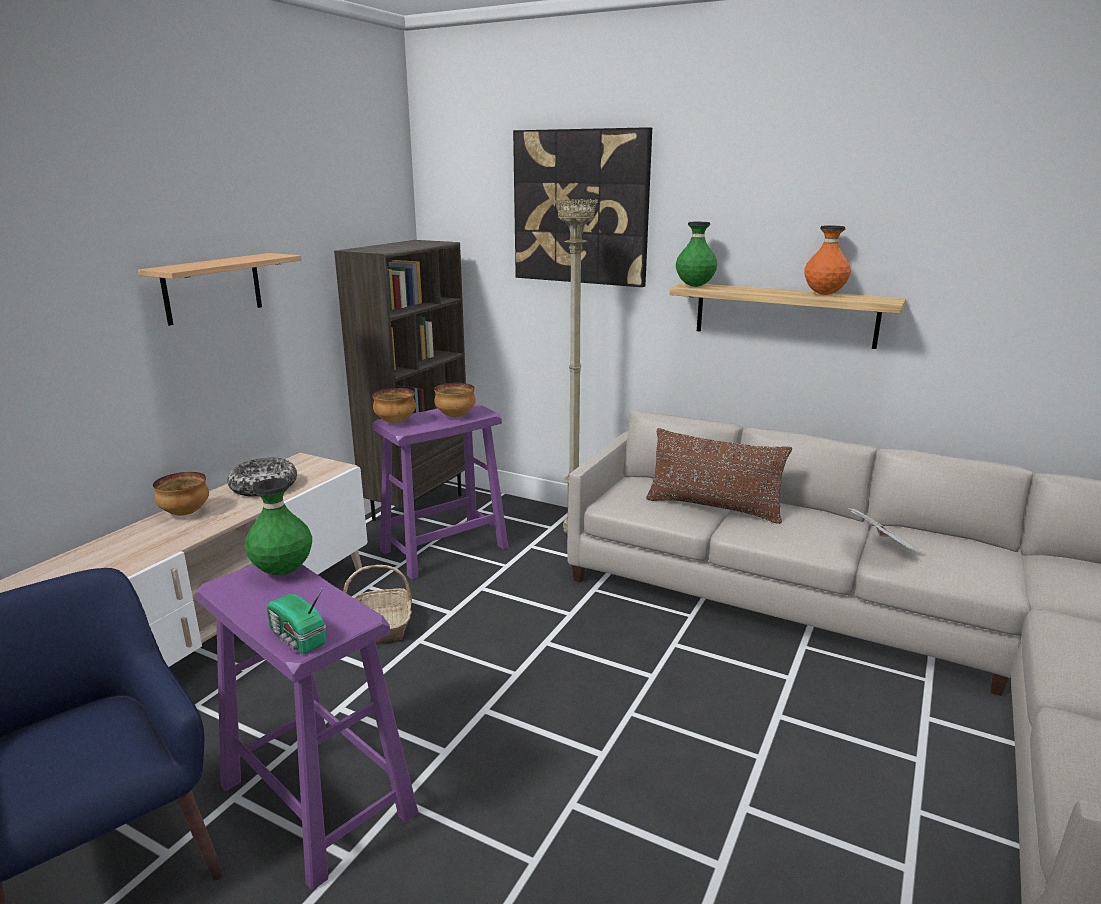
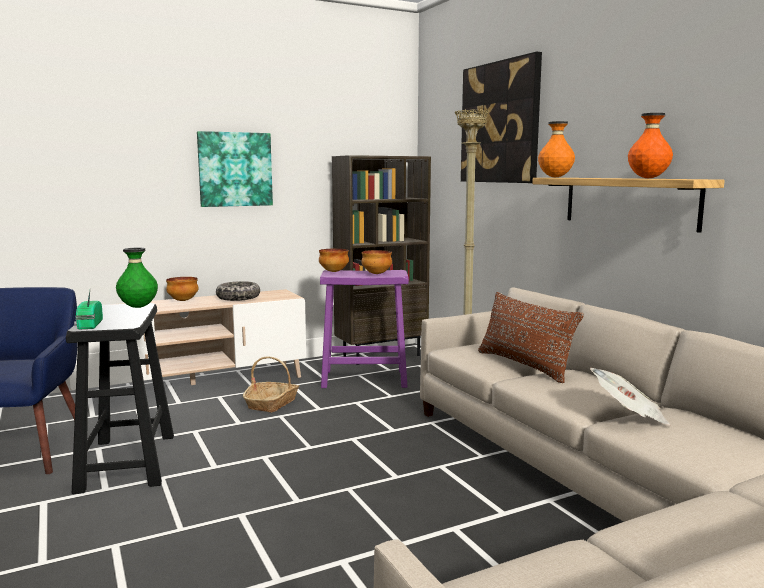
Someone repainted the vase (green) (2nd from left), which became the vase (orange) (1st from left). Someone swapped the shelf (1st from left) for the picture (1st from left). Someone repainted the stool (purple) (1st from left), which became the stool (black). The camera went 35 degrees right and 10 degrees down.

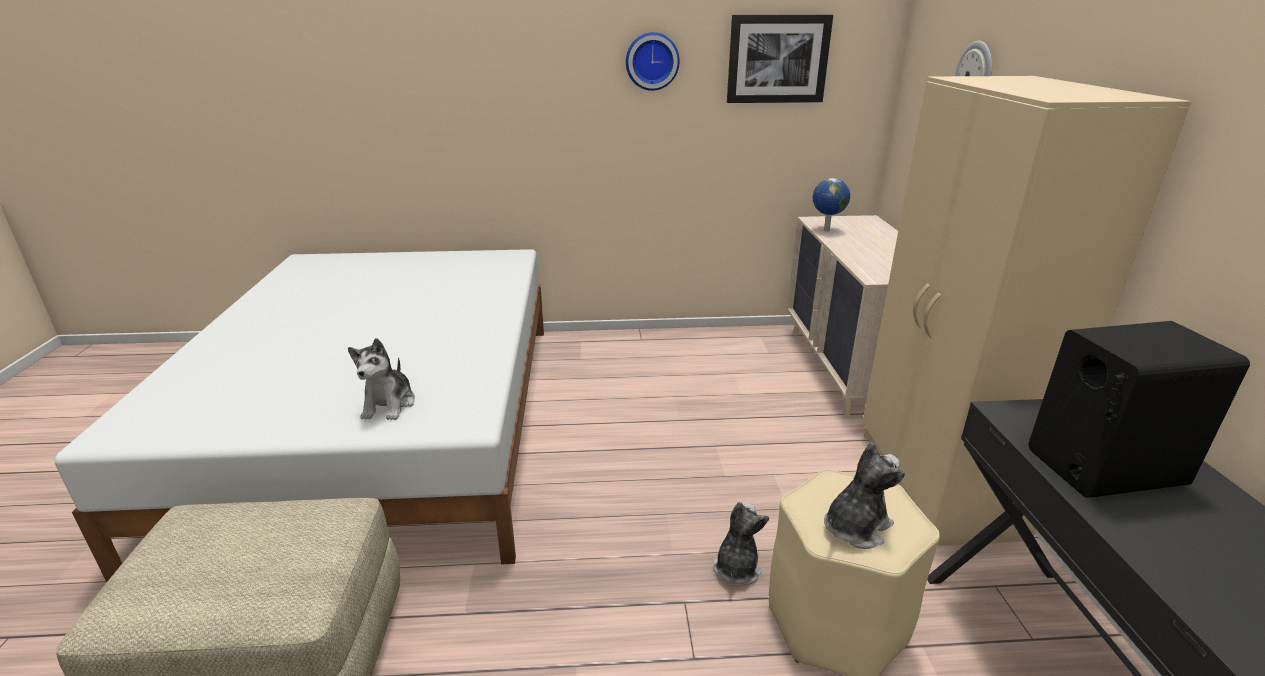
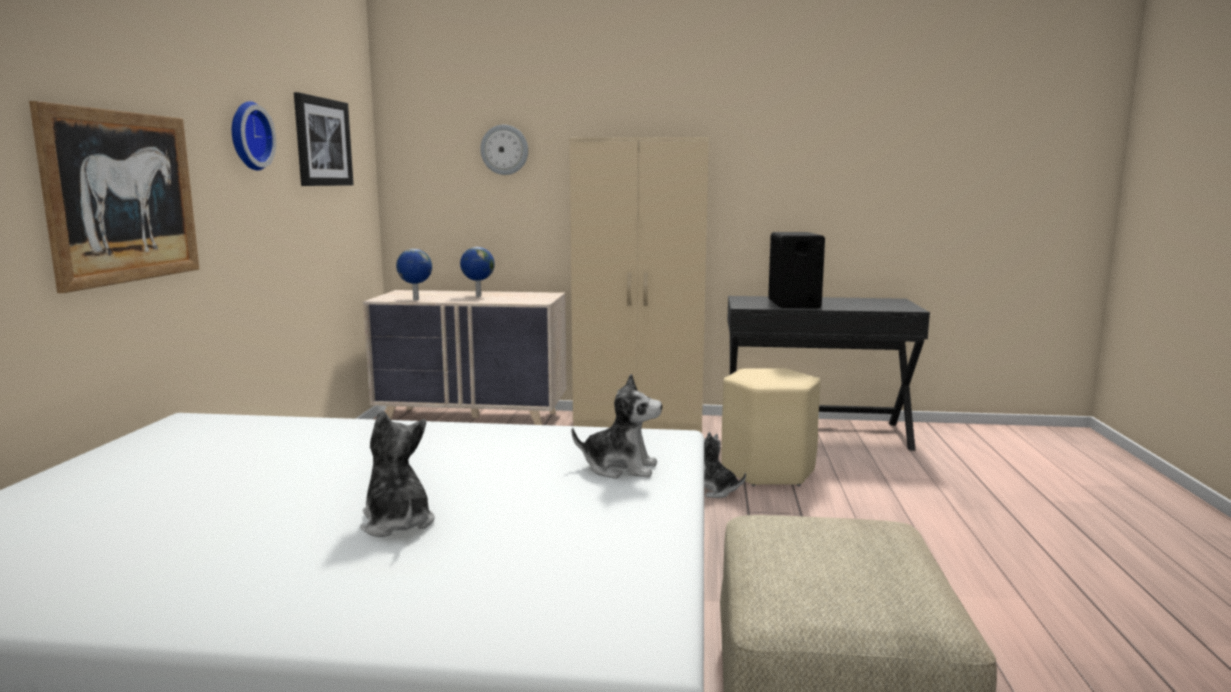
Someone carried the plush toy (3rd from left in the first image). Someone put up the picture (1st from left). Someone put down the globe (2nd from left). The camera went 80 degrees left and 15 degrees down.

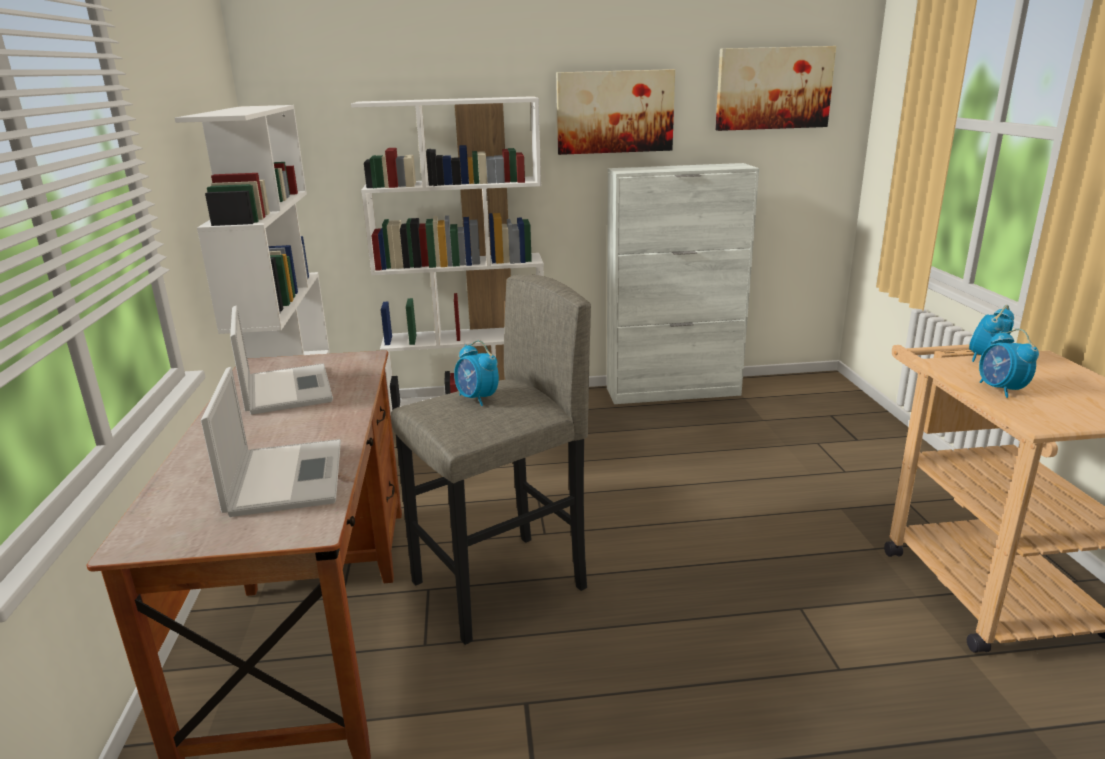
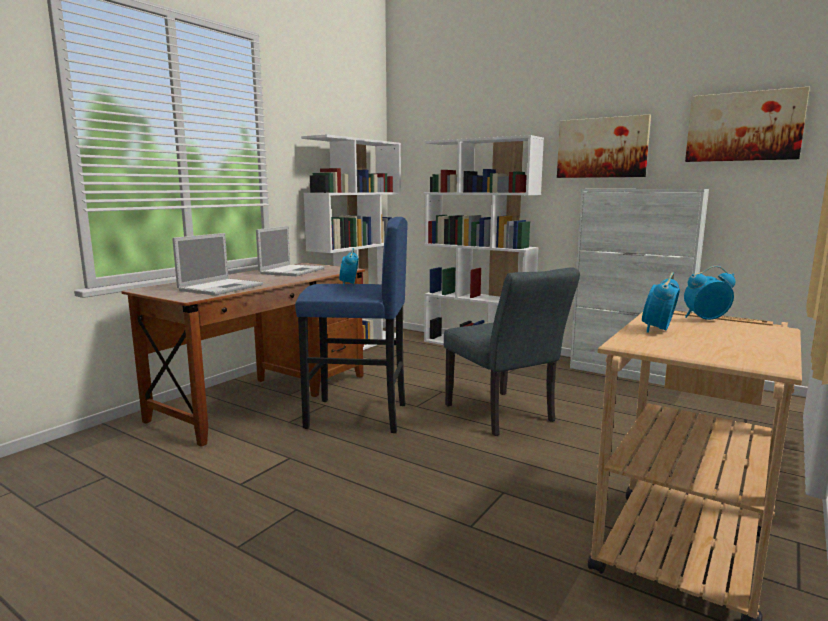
Someone repainted the stool (grey), which became the stool (blue). Someone put down the chair (grey). The camera went 40 degrees right and 10 degrees down.

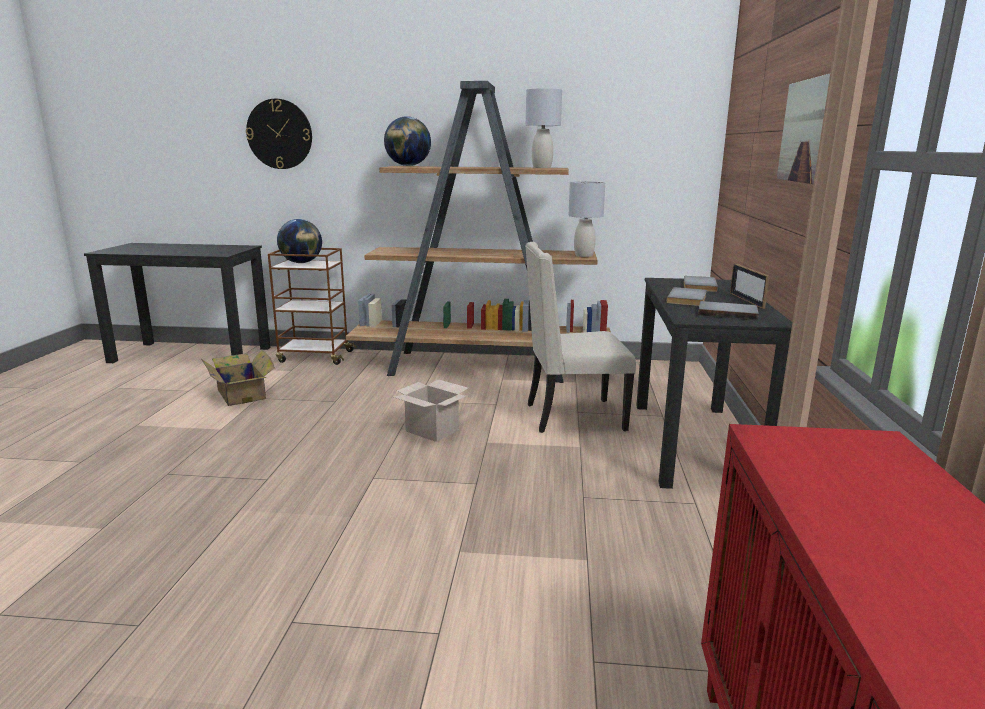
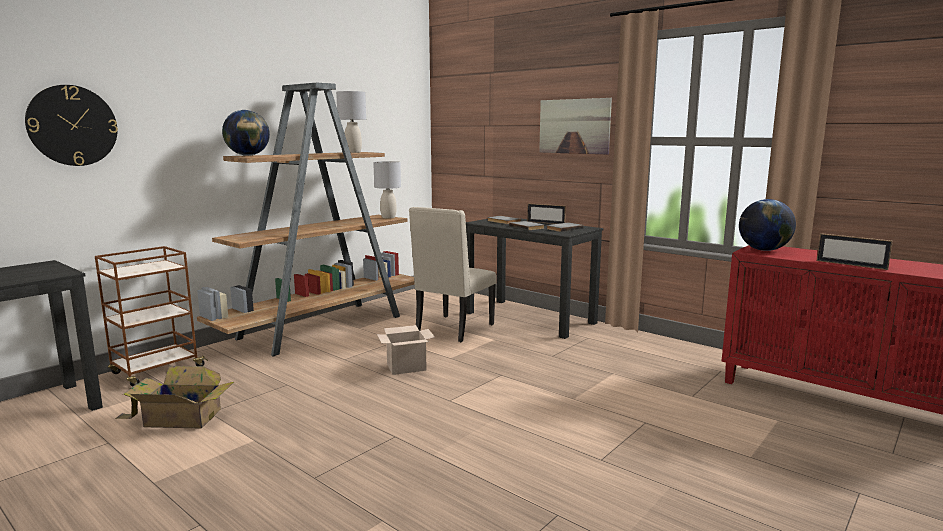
Someone carried the globe (1st from left in the first image). Someone put down the picture frame (2nd from left). The camera went 55 degrees left and 5 degrees down.

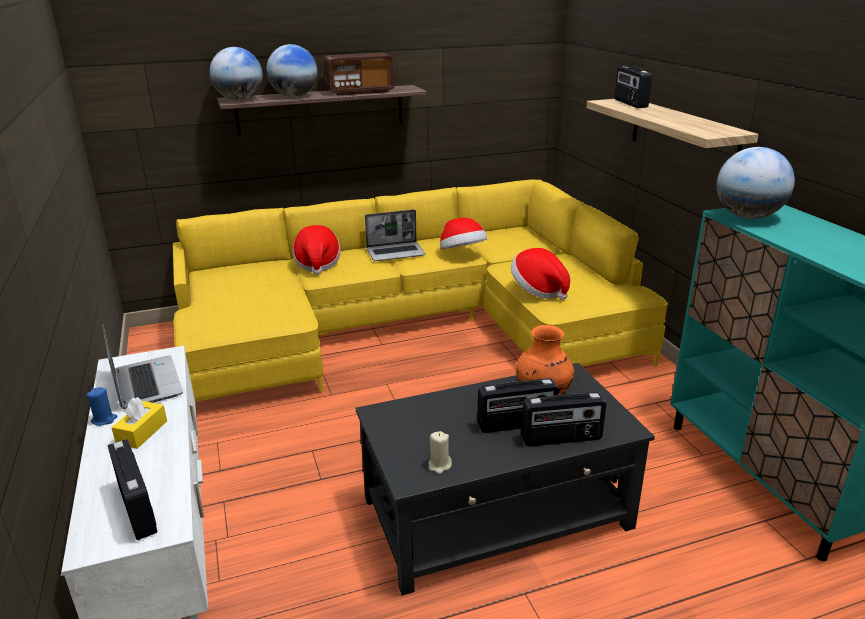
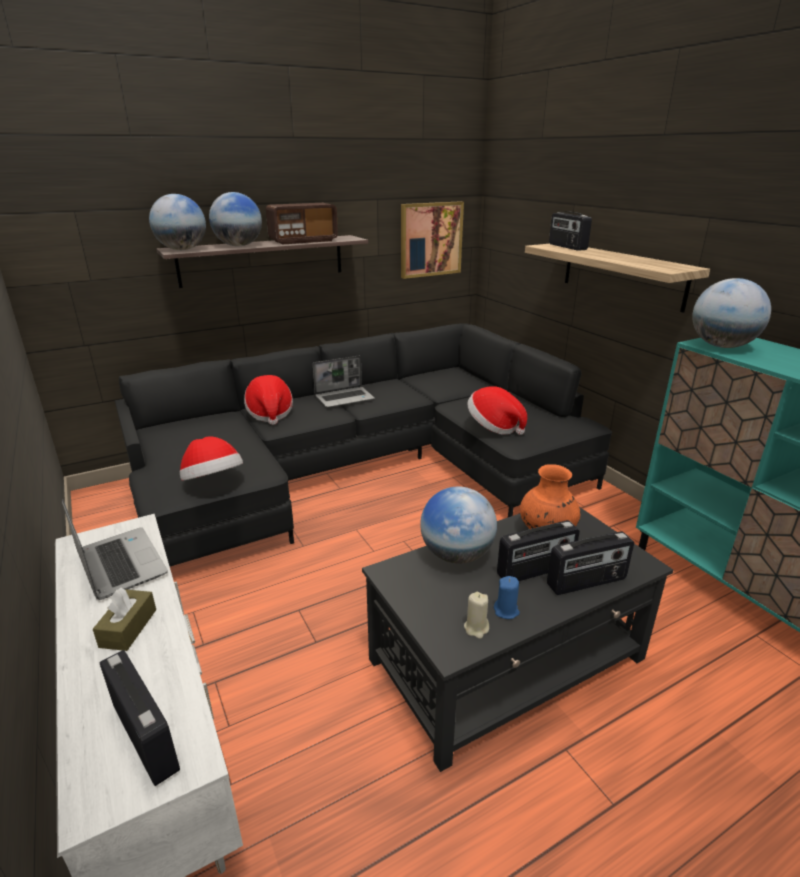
Someone repainted the sofa (yellow), which became the sofa (black). Someone carried the hat (2nd from left in the first image). Someone carried the candle (blue). Someone repainted the tissue box (yellow), which became the tissue box (brown). Someone put up the picture. Someone put down the globe (3rd from left). The camera went 10 degrees left and 0 degrees up.

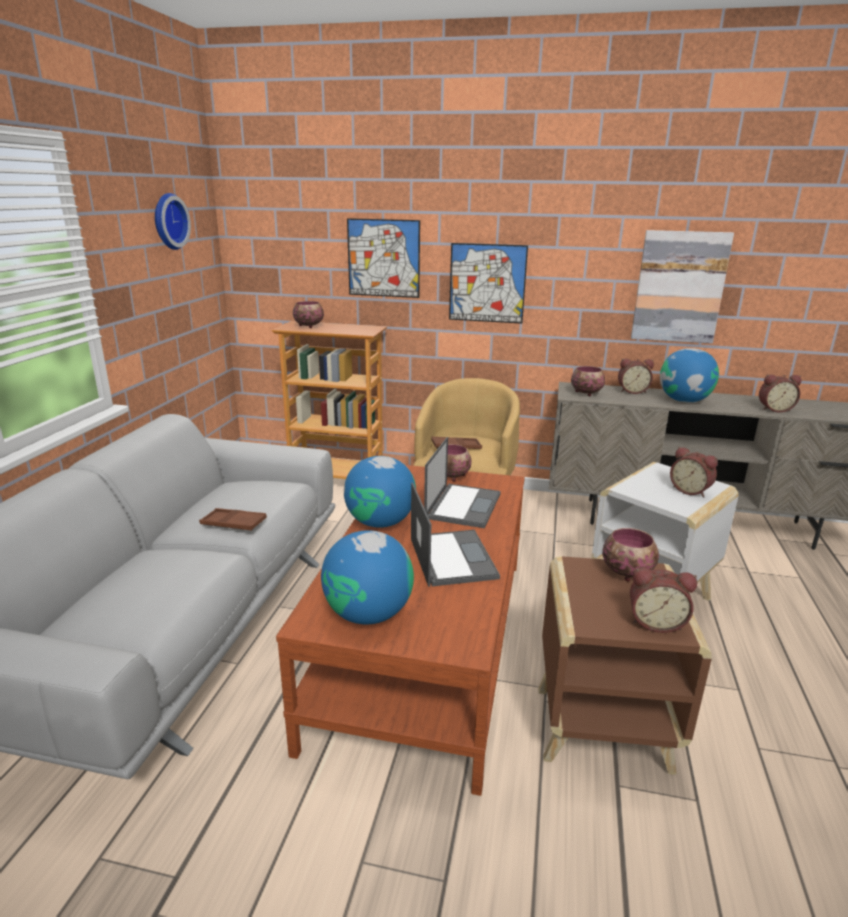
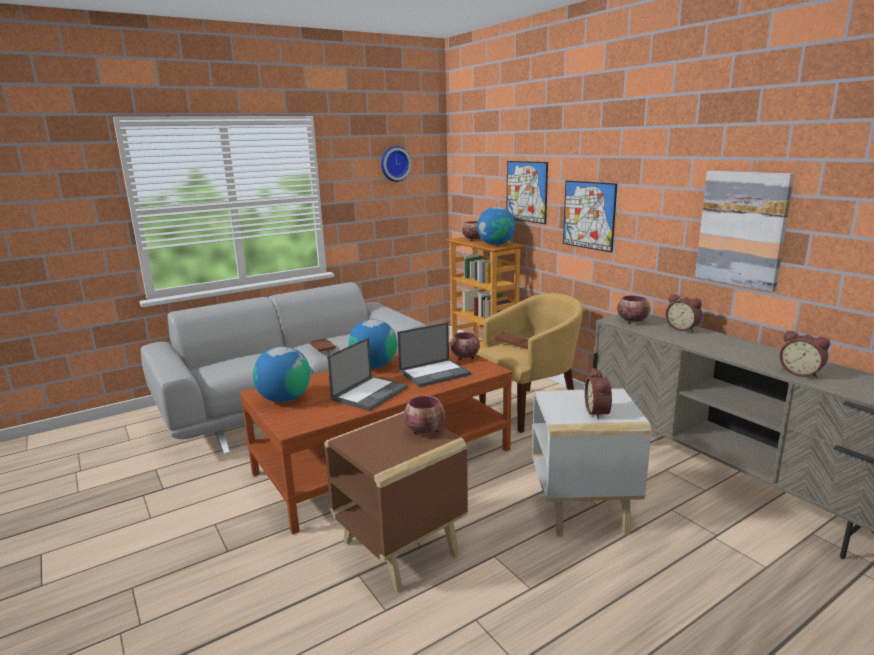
Someone carried the globe (3rd from left). Someone took away the alarm clock (2nd from left). The camera went 45 degrees right and 5 degrees down.

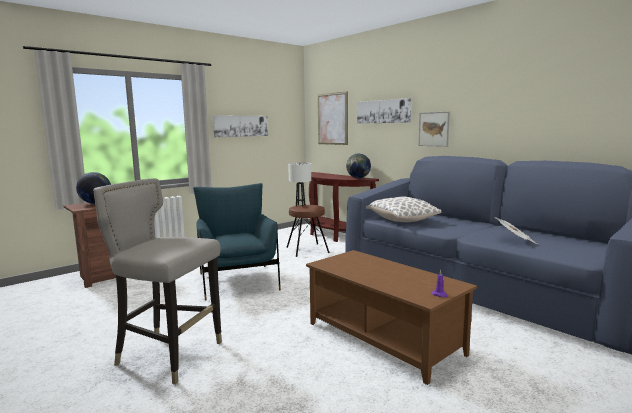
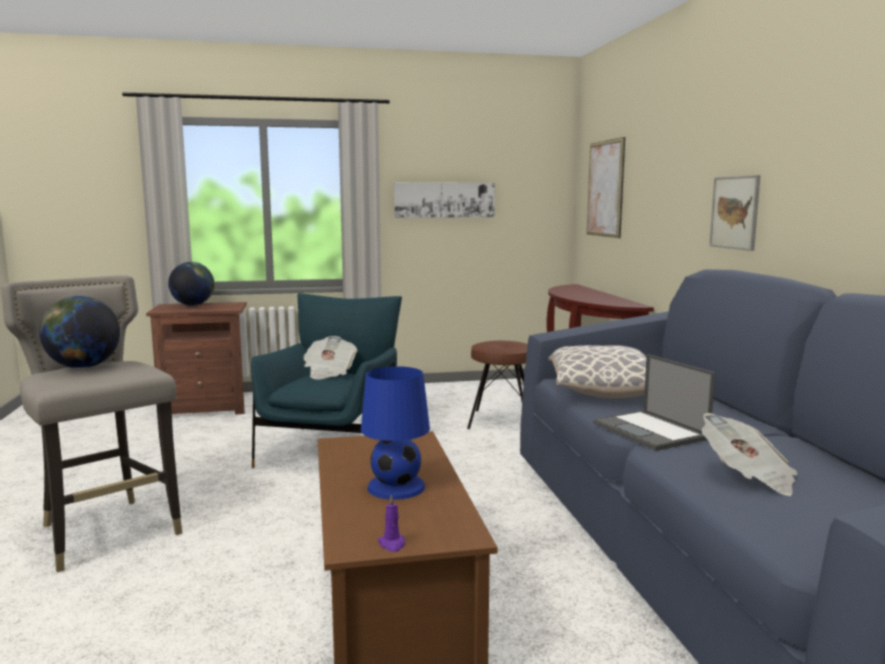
Someone took away the picture (3rd from left). Someone carried the globe (2nd from left in the first image). Someone took away the table lamp (white). Someone put down the newspaper (1st from left). Someone put down the laptop. Someone put down the table lamp (blue). The camera went 30 degrees right and 0 degrees up.

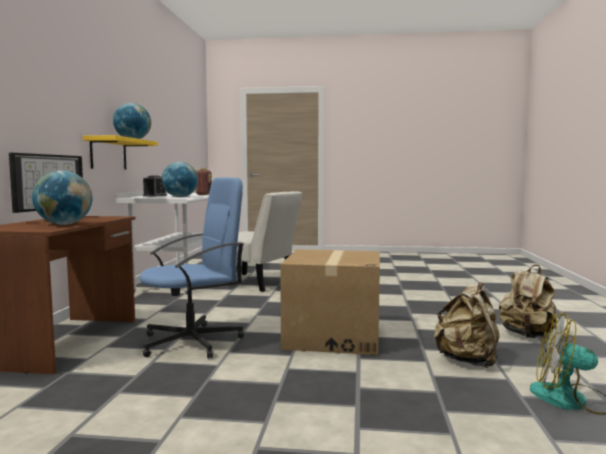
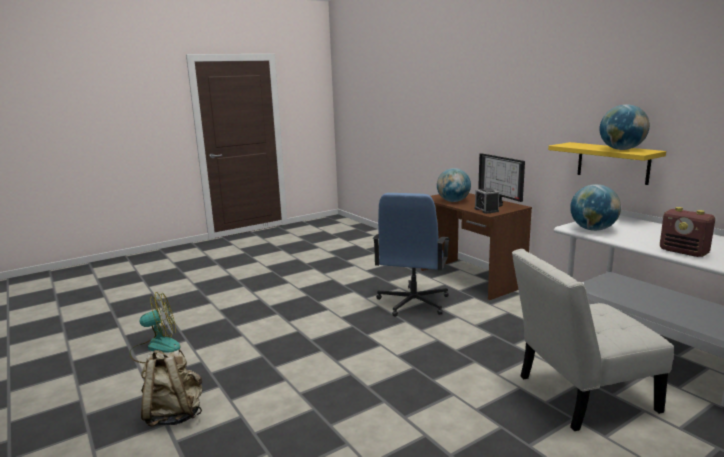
Someone carried the alarm clock. Someone took away the cardboard box. Someone took away the backpack (beige) (1st from left). The camera went 140 degrees right and 10 degrees up.

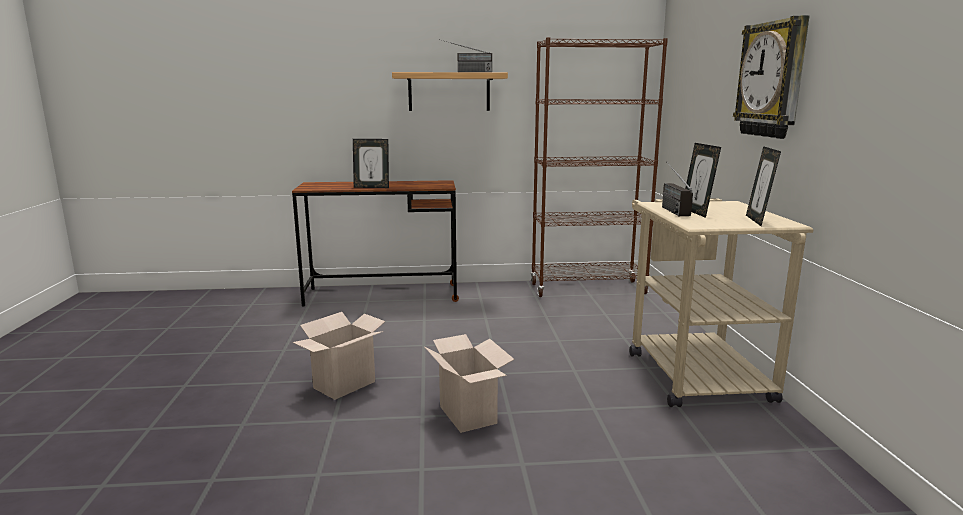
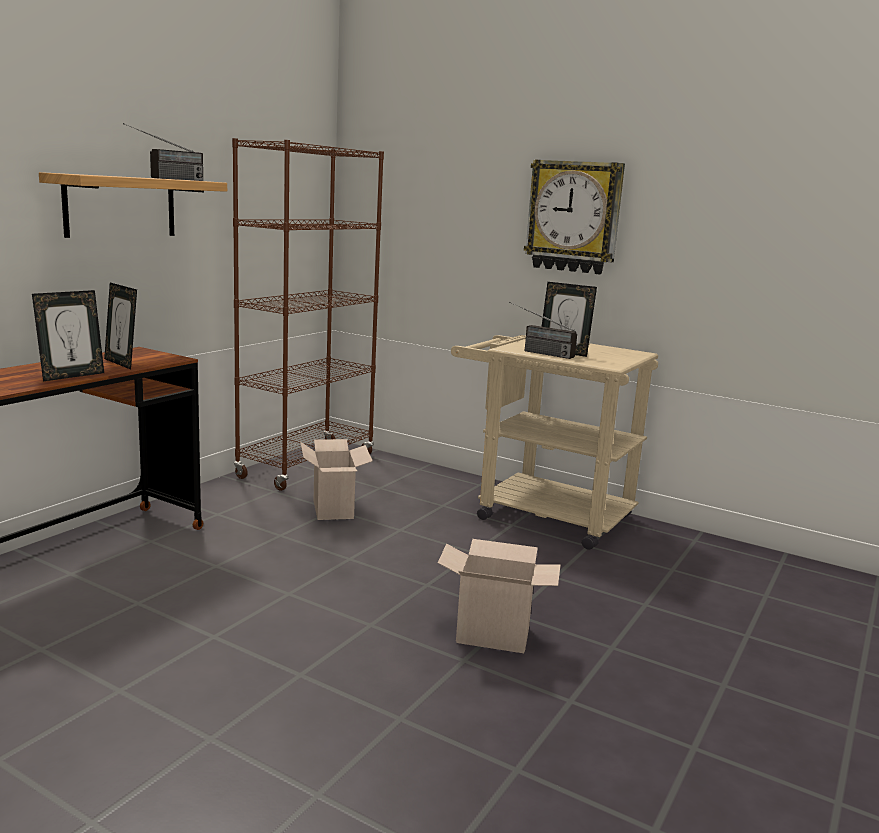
Someone carried the picture frame (3rd from left in the first image). Someone carried the cardboard box (1st from left). The camera went 55 degrees left and 0 degrees up.

